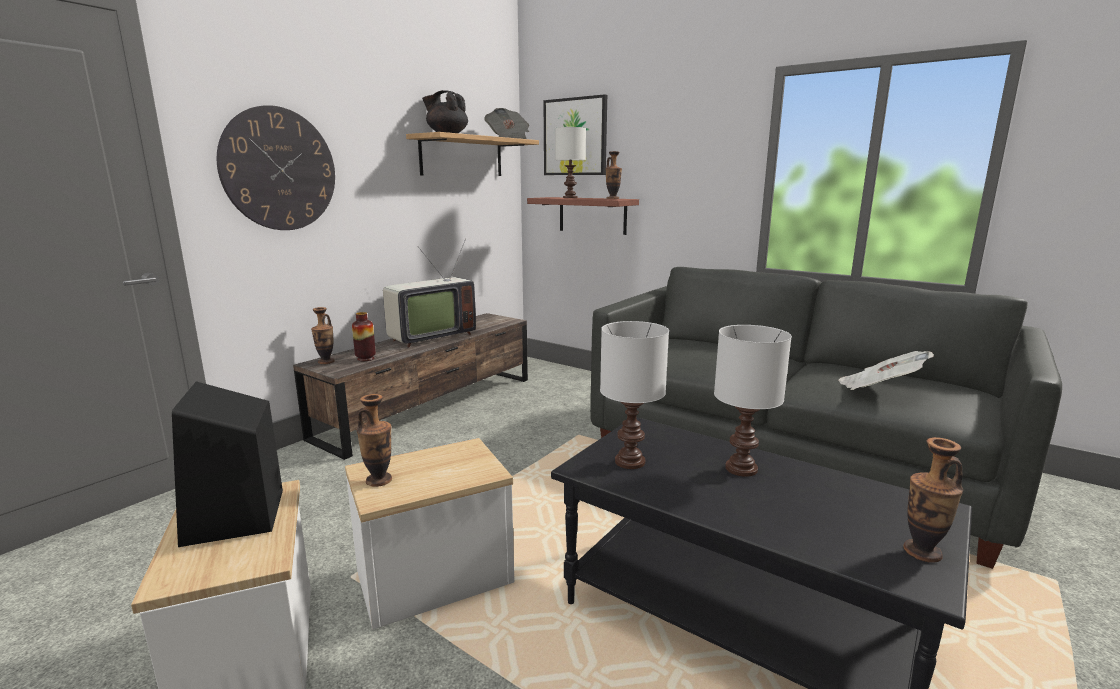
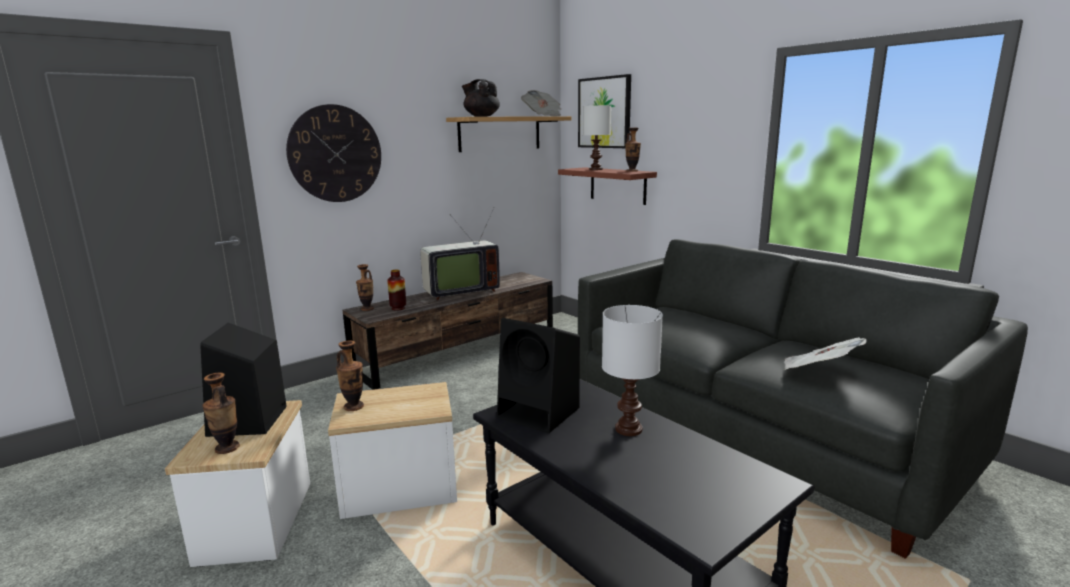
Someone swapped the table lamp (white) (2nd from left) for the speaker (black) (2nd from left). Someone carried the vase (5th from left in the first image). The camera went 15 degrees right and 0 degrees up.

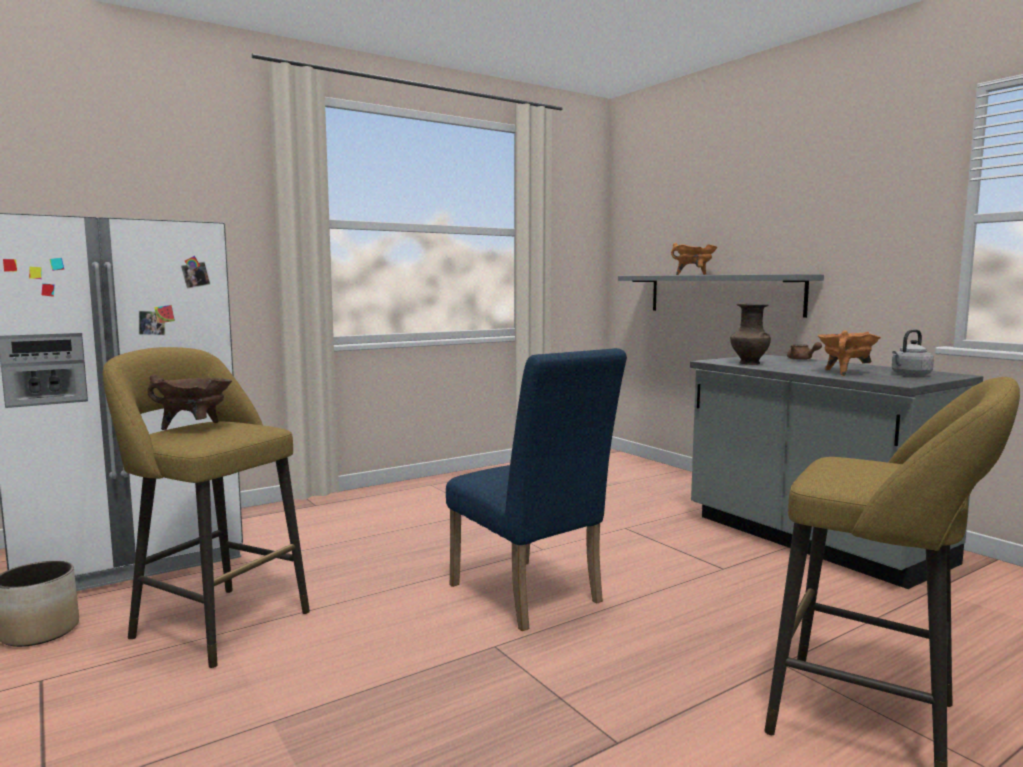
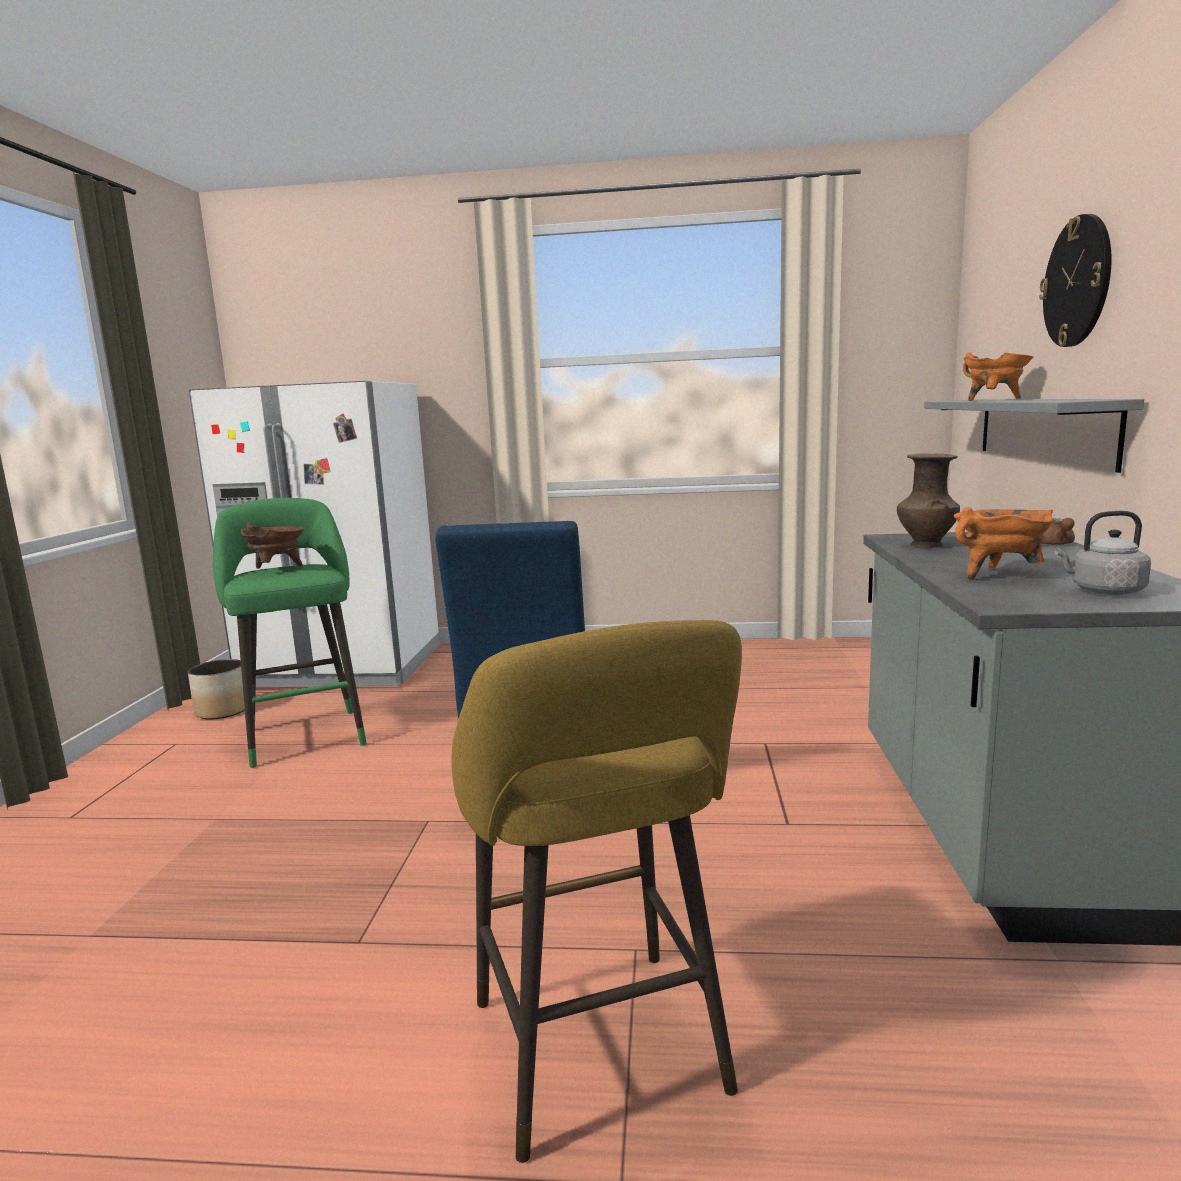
Someone repainted the stool (yellow) (1st from left), which became the stool (green). Someone put up the wall clock. The camera went 40 degrees right and 5 degrees up.

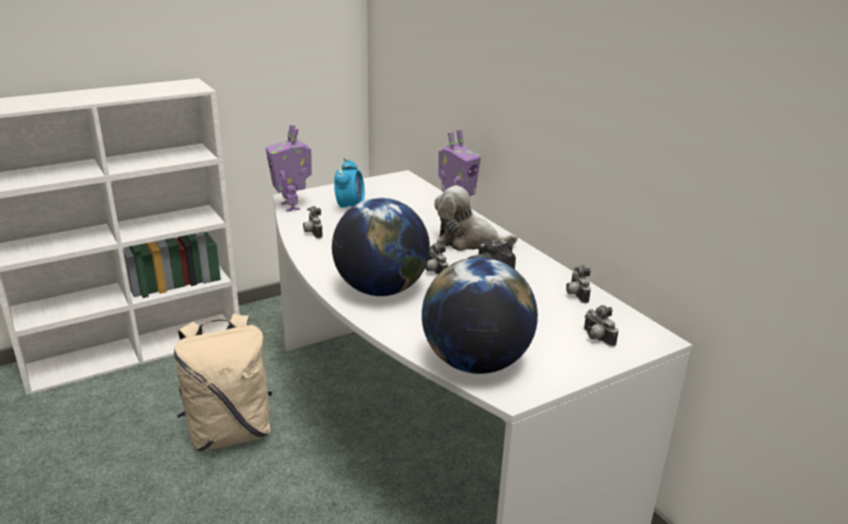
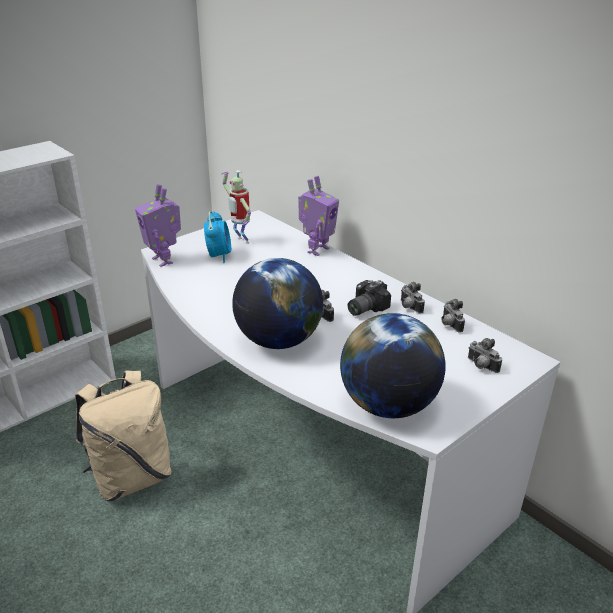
Someone took away the plush toy. Someone carried the photo camera (1st from left in the first image). Someone put down the toy robot (2nd from left). The camera went 10 degrees left and 5 degrees up.

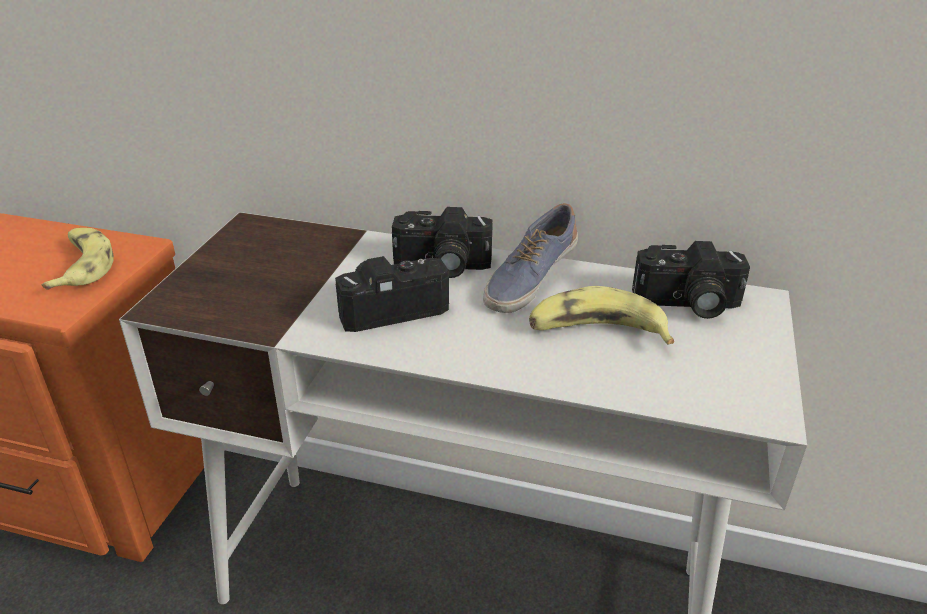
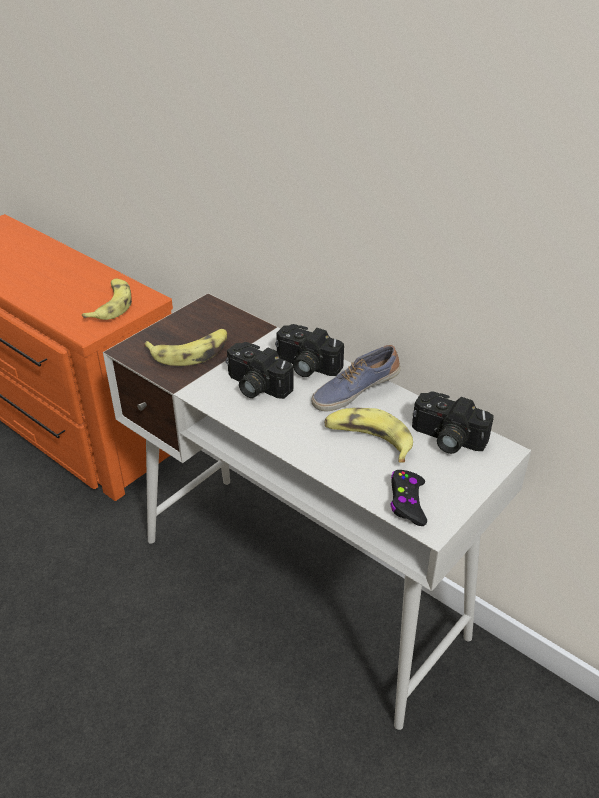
Someone rotated the photo camera (1st from left) by 150 degrees counterclockwise. Someone put down the banana (2nd from left). Someone put down the game controller (black). The camera went 25 degrees right and 5 degrees up.

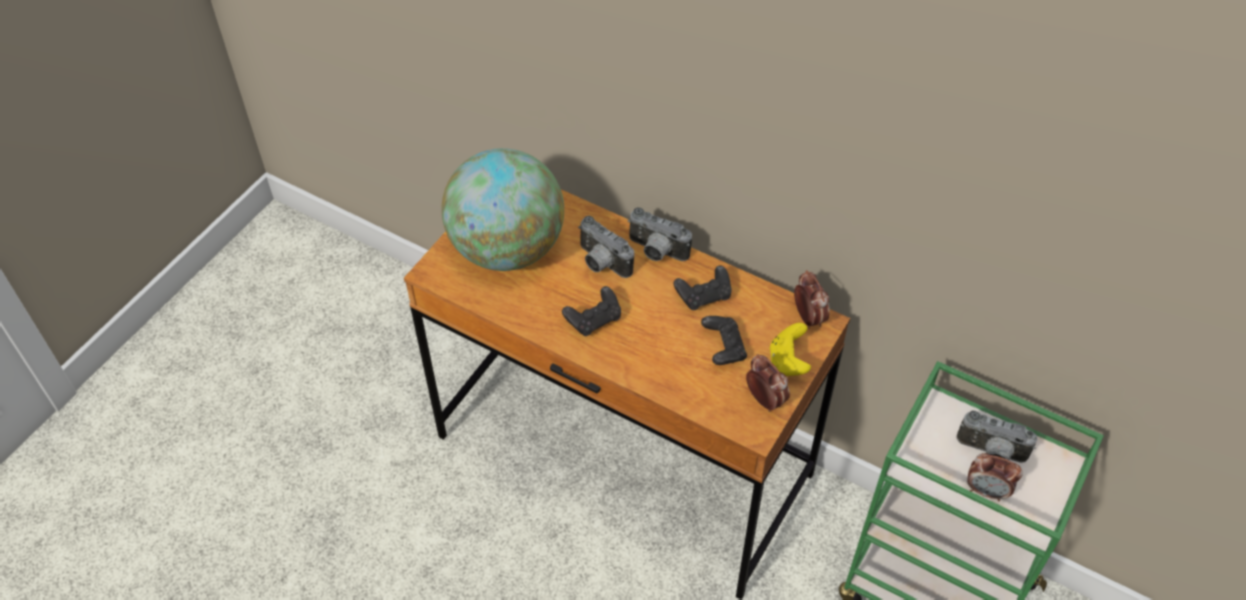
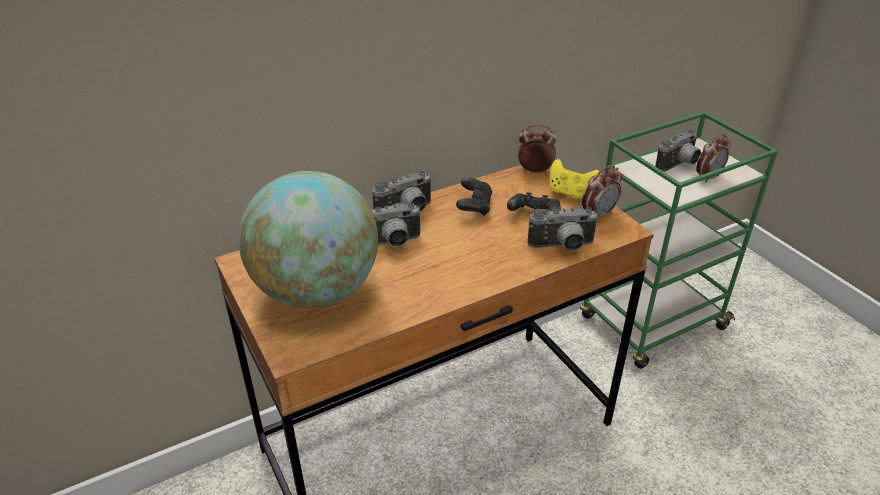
Someone took away the game controller (black) (1st from left). Someone rotated the alarm clock (1st from left in the first image) by 150 degrees clockwise. Someone put down the photo camera (3rd from left). The camera went 60 degrees left and 15 degrees down.

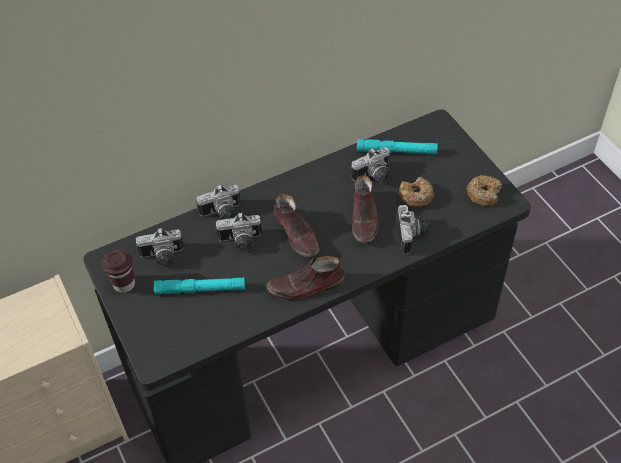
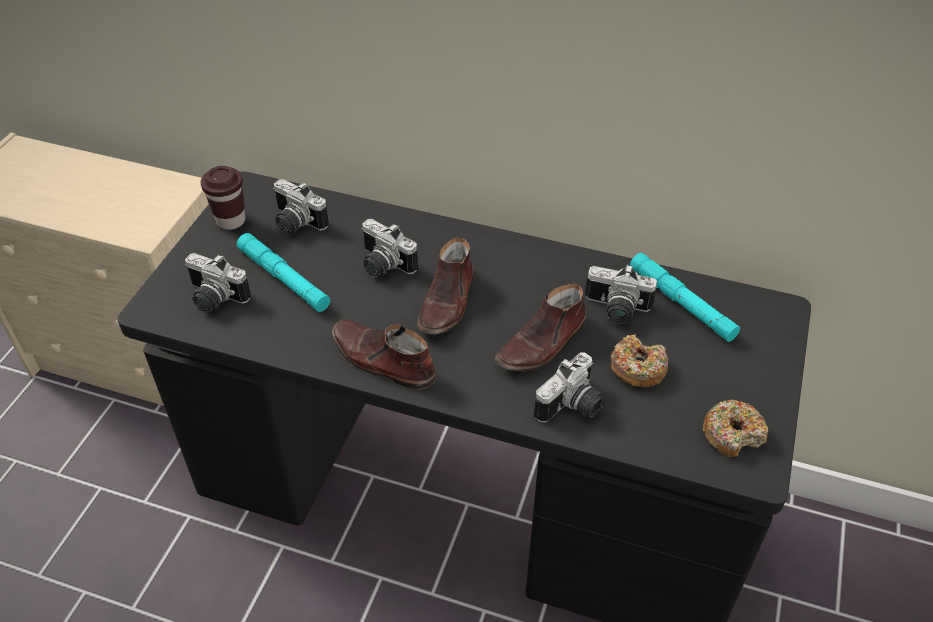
Someone carried the photo camera (2nd from left in the first image). The camera went 45 degrees right and 5 degrees down.

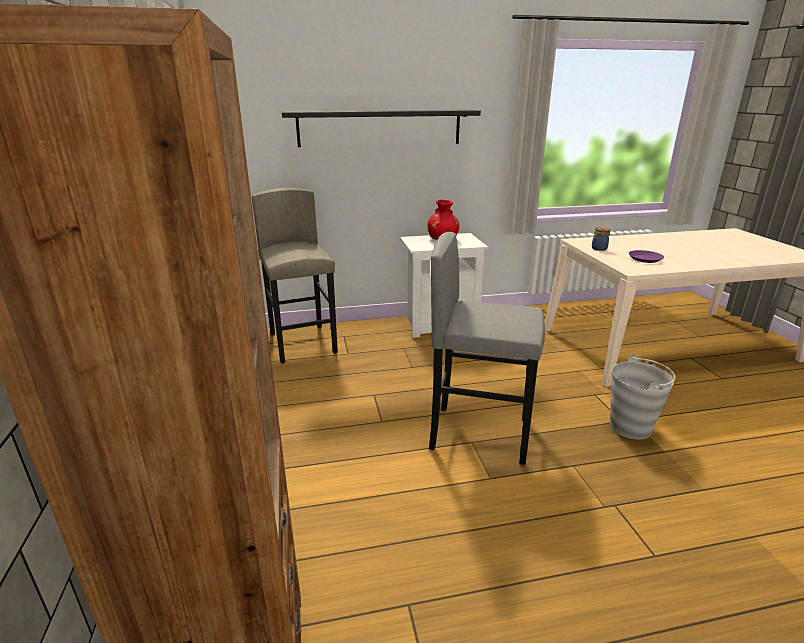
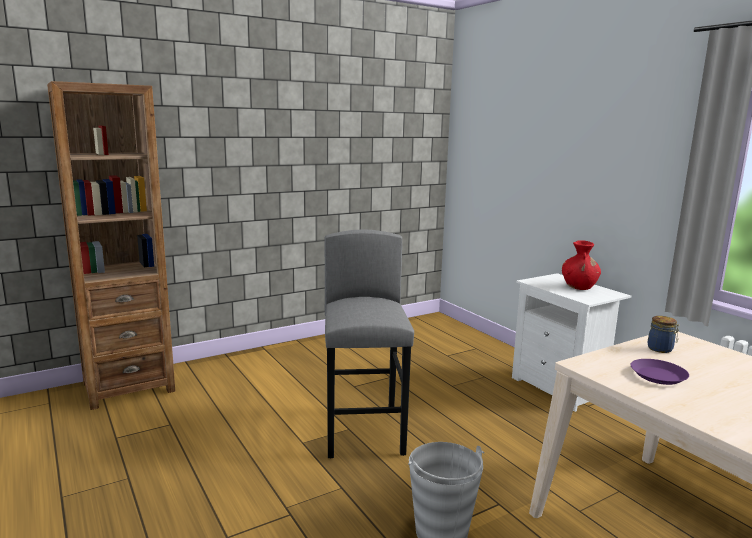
Someone took away the shelf (black). Someone took away the stool (grey) (1st from left). The camera went 70 degrees right and 10 degrees down.

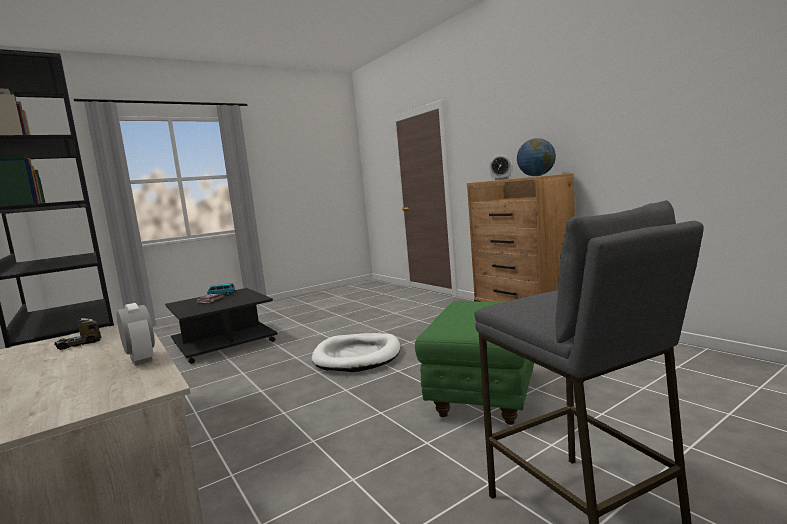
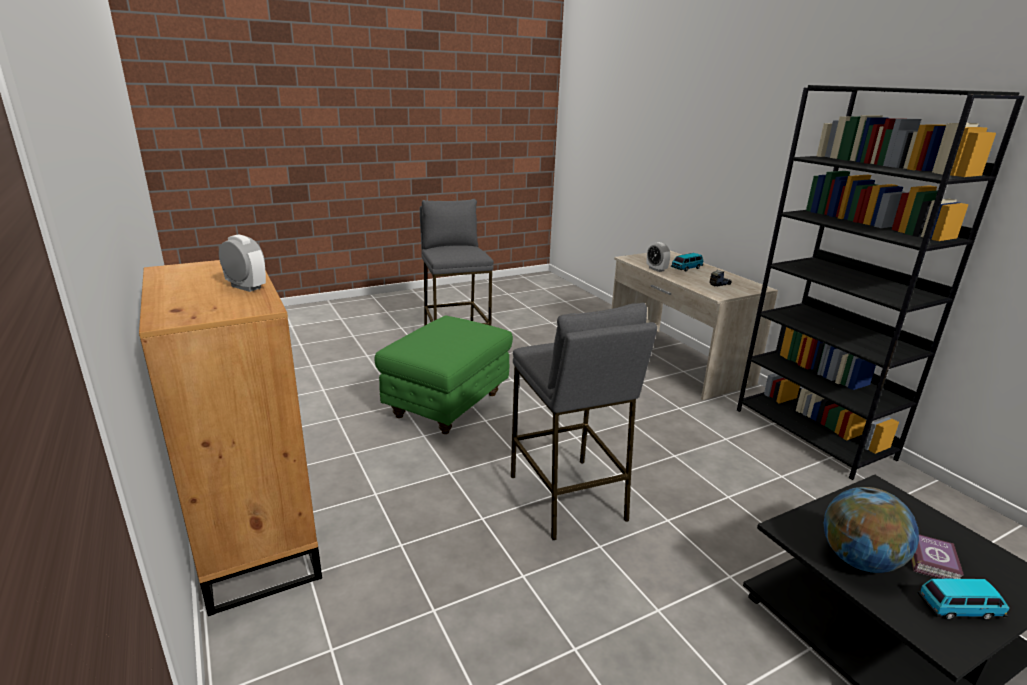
Someone carried the globe. Someone swapped the dog bed (white) for the stool (grey) (2nd from left). Someone put down the toy car (1st from left). The camera went 175 degrees left and 15 degrees up.

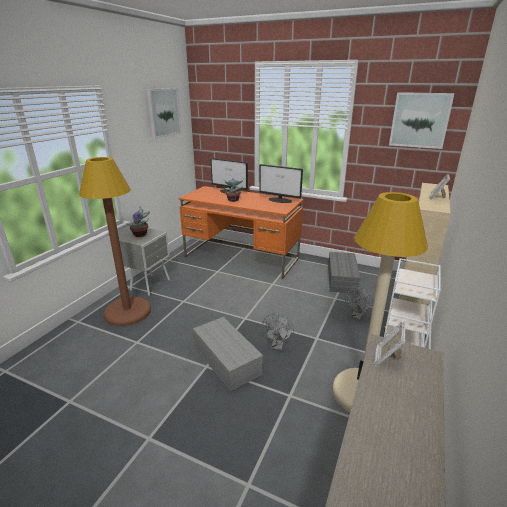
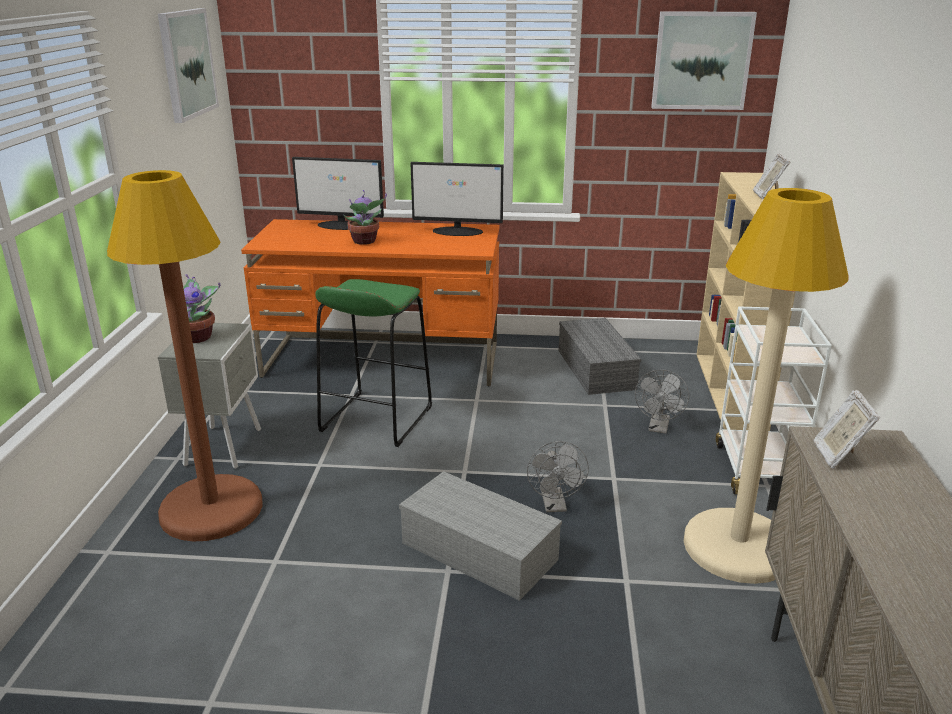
Someone put down the stool (green). The camera went 20 degrees left and 0 degrees up.

